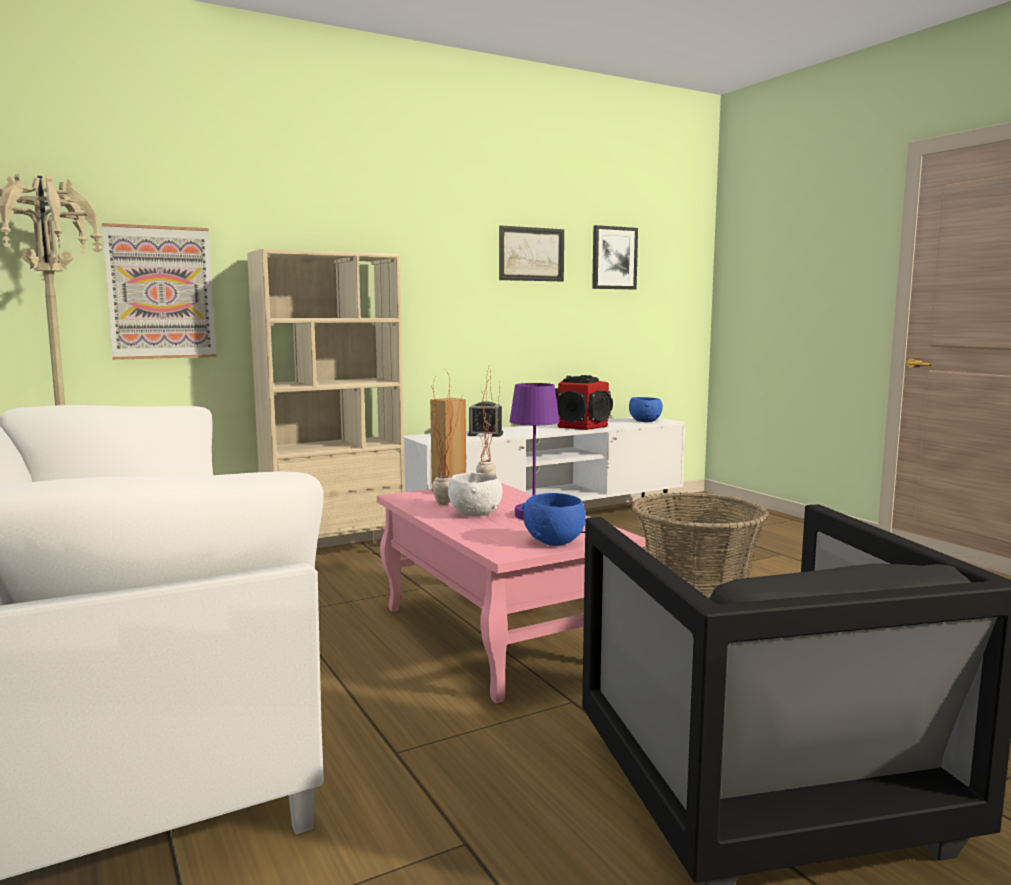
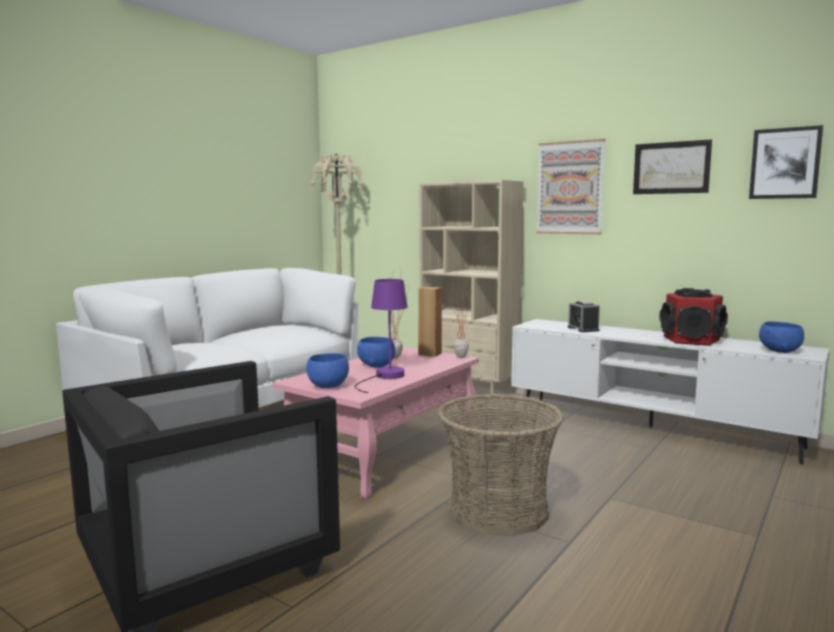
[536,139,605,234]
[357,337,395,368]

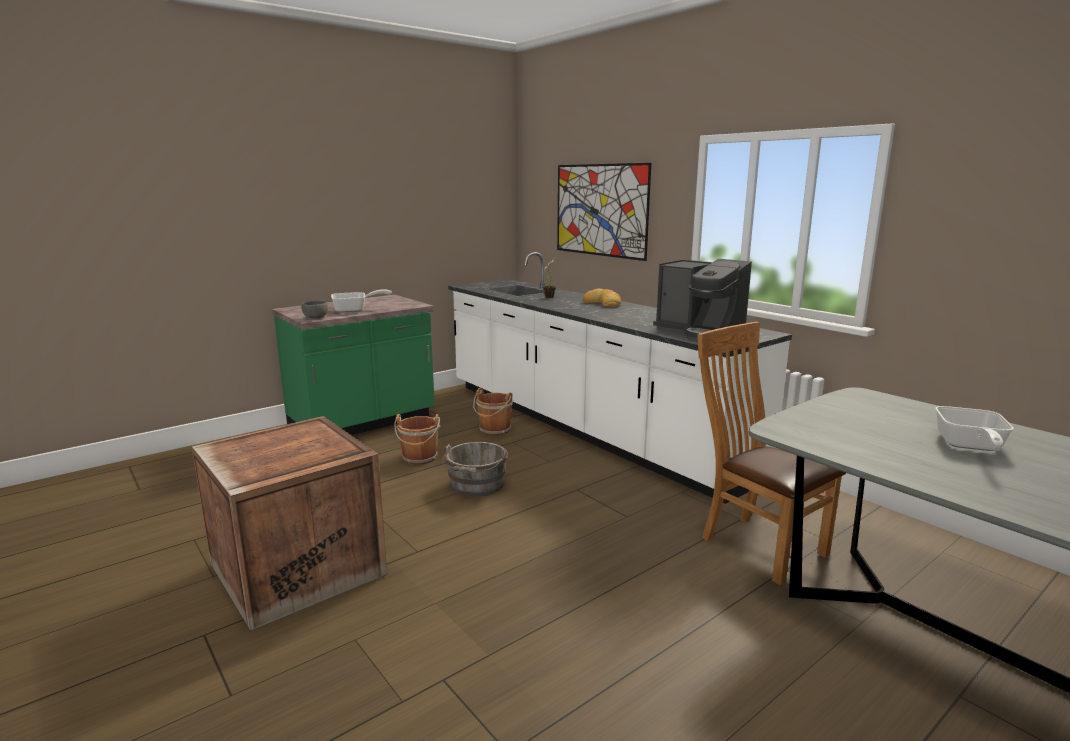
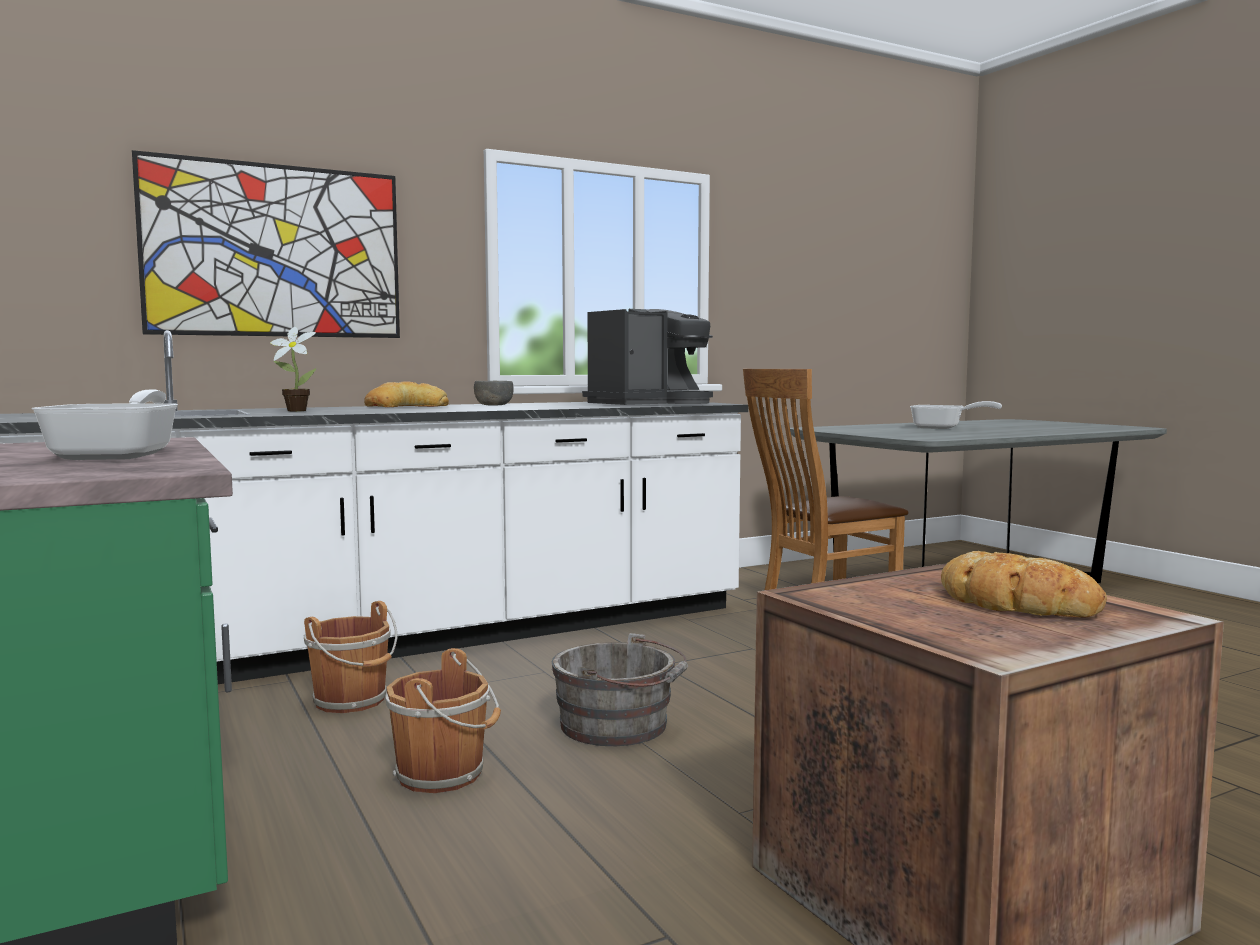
[474,381,514,406]
[941,551,1107,618]

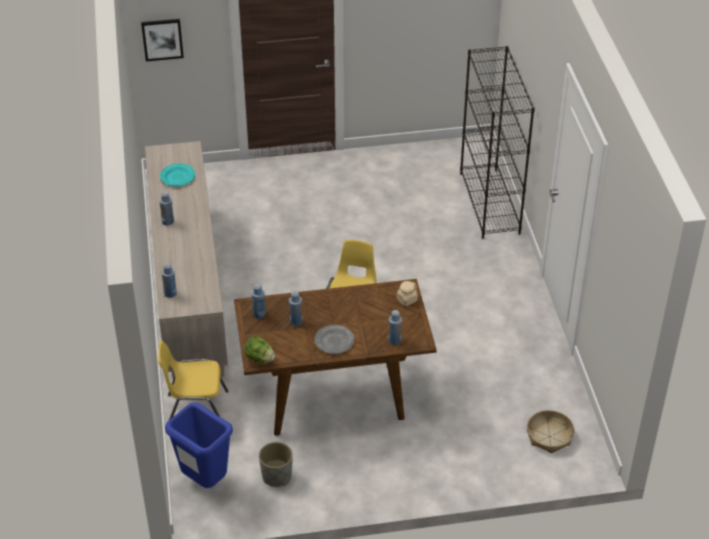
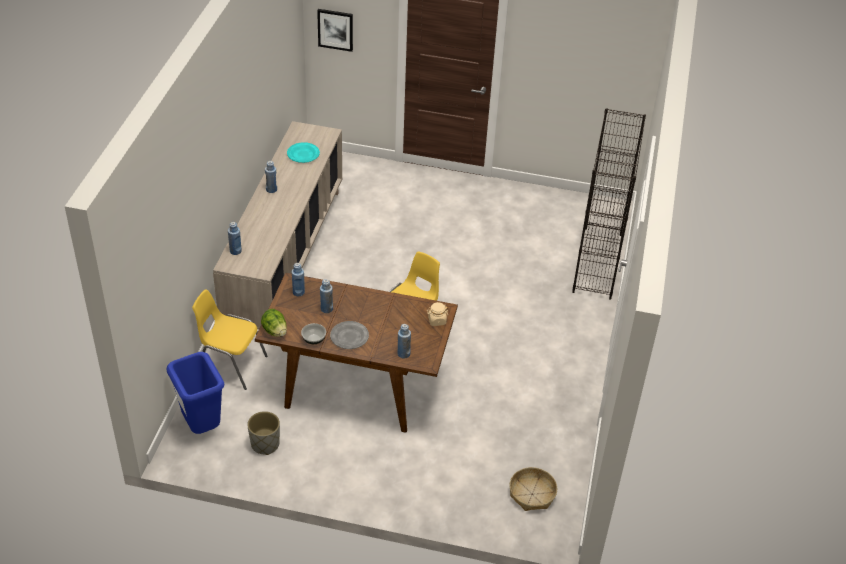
[301,323,326,344]

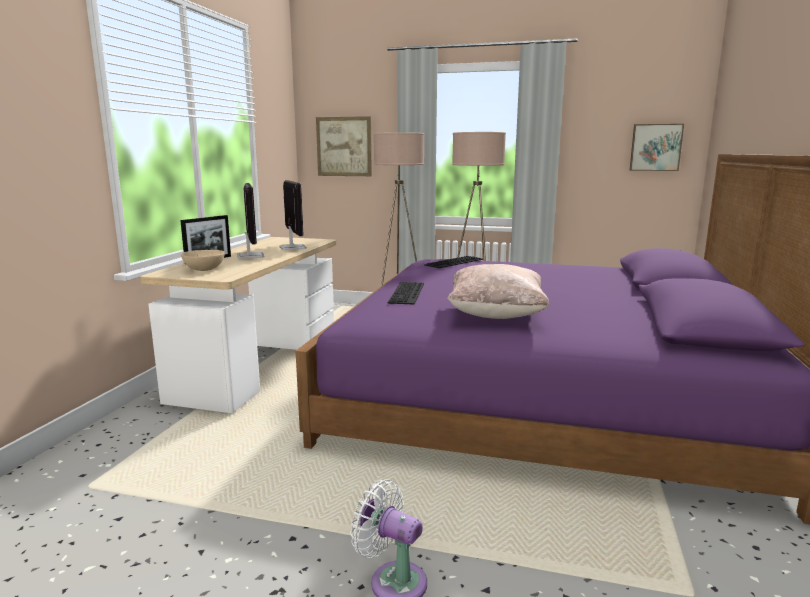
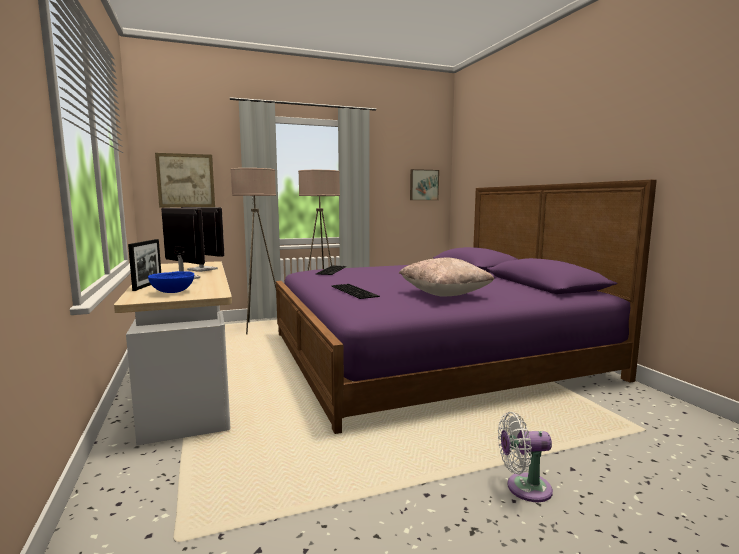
[148,271,194,293]

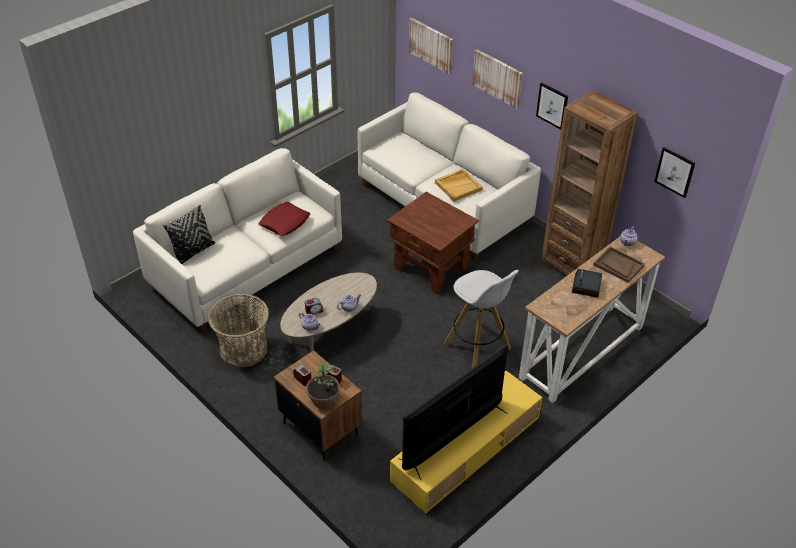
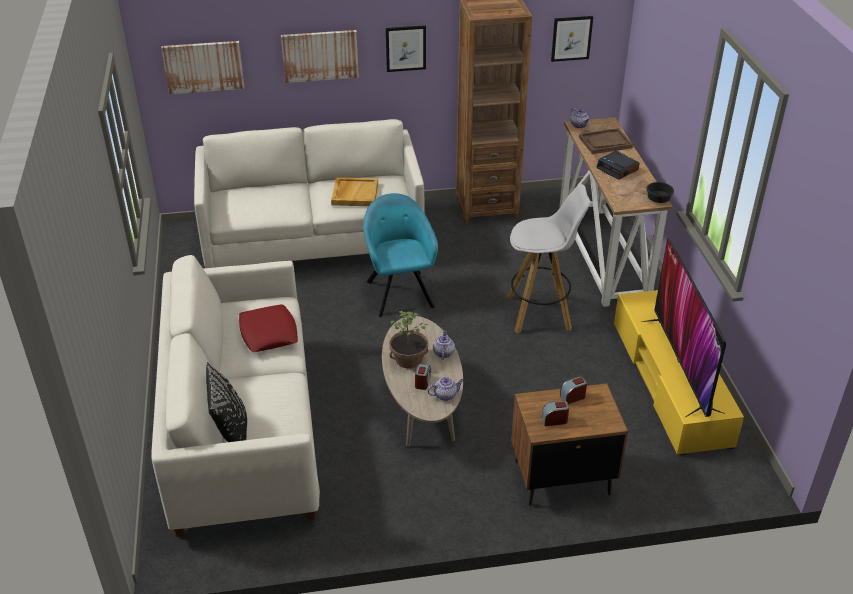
[208,294,269,367] (first image)
[390,311,429,368]
[363,193,438,317]
[646,182,674,203]

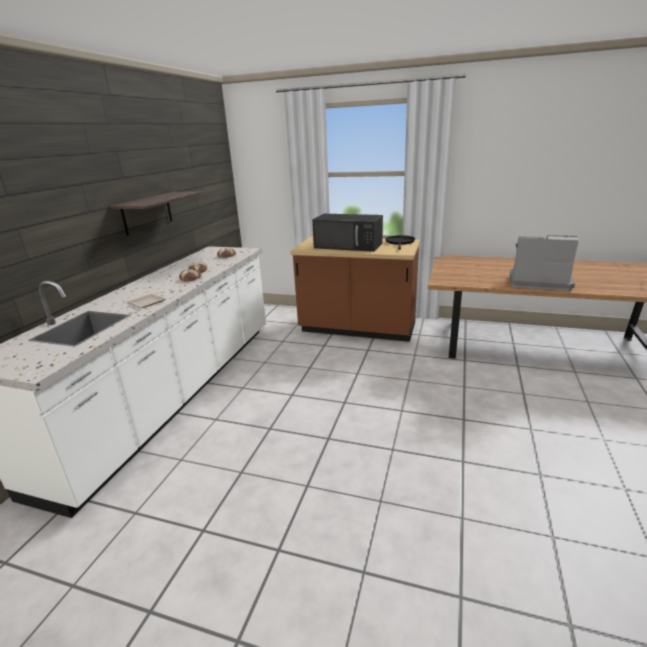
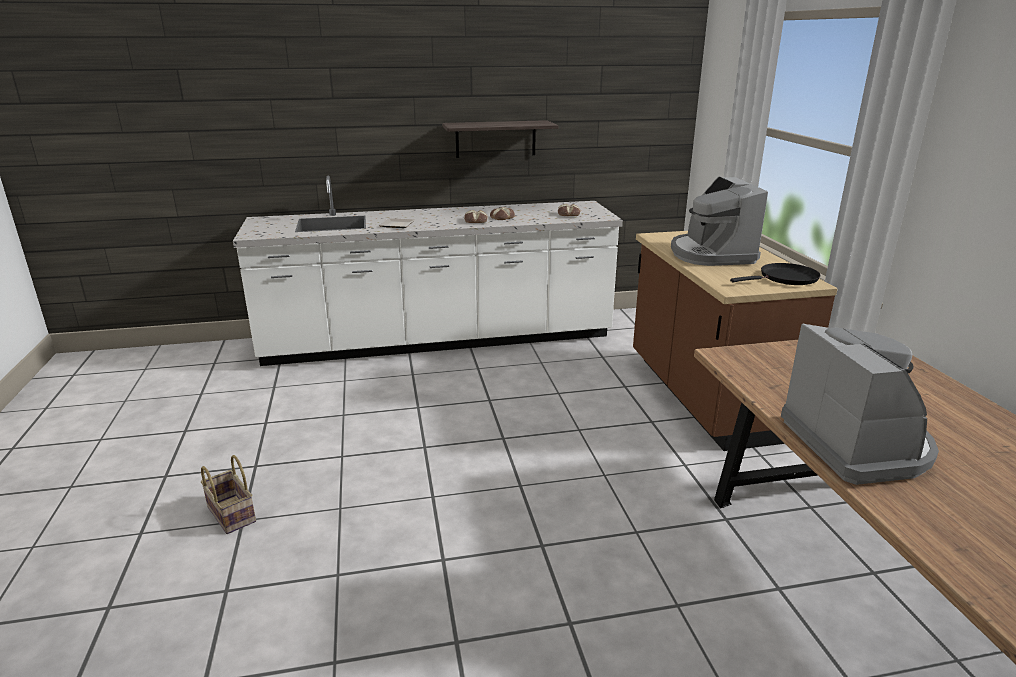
[671,176,768,266]
[201,455,256,534]

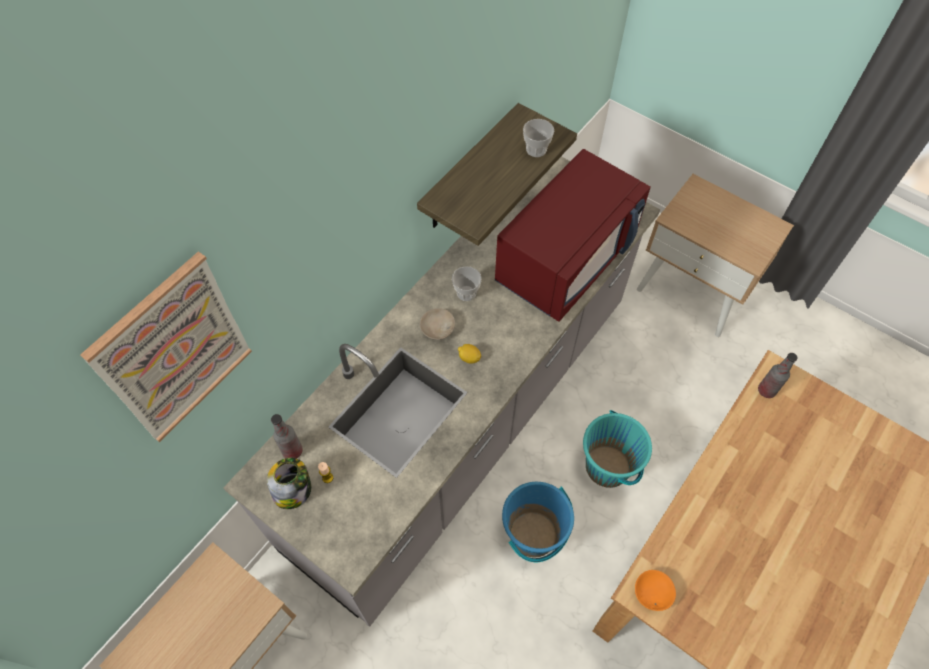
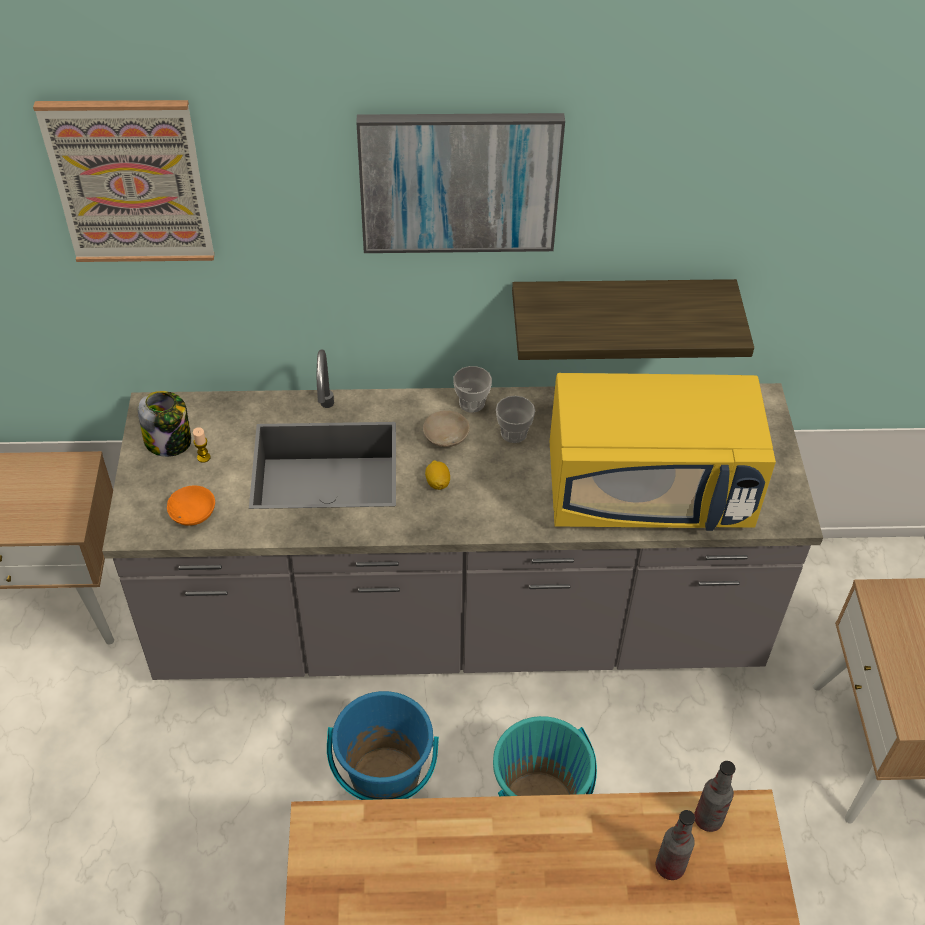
[656,810,695,880]
[550,373,776,531]
[453,366,492,413]
[167,486,215,526]
[356,113,565,253]

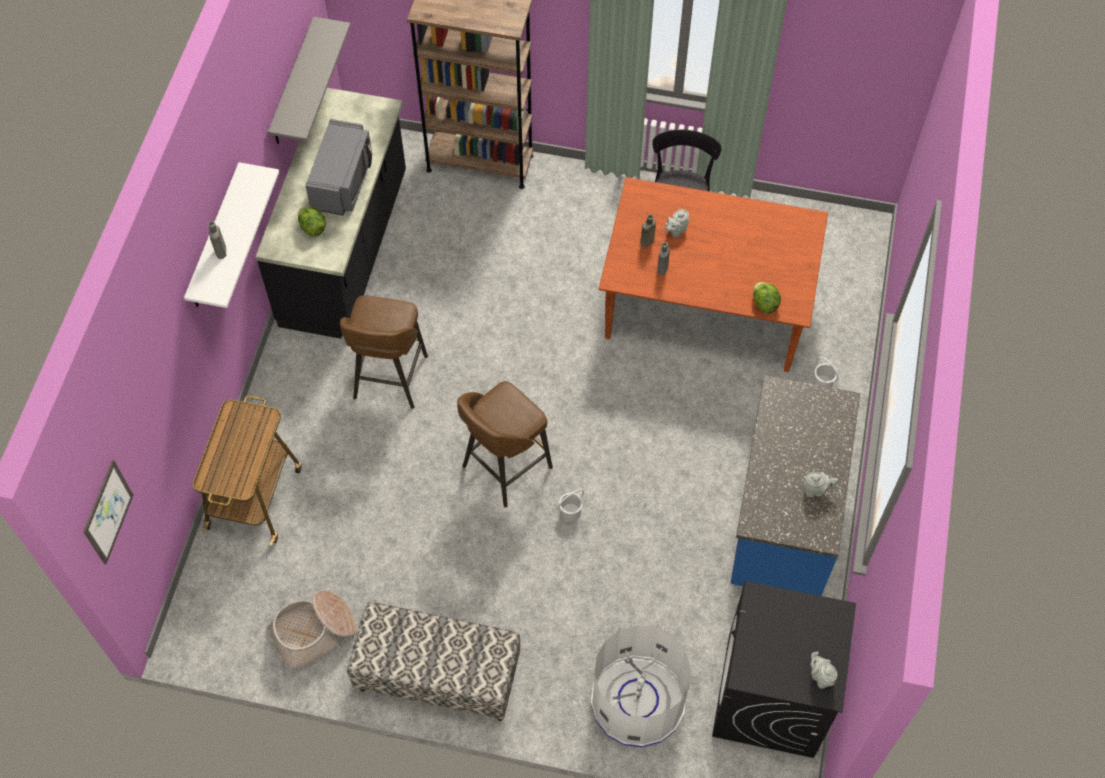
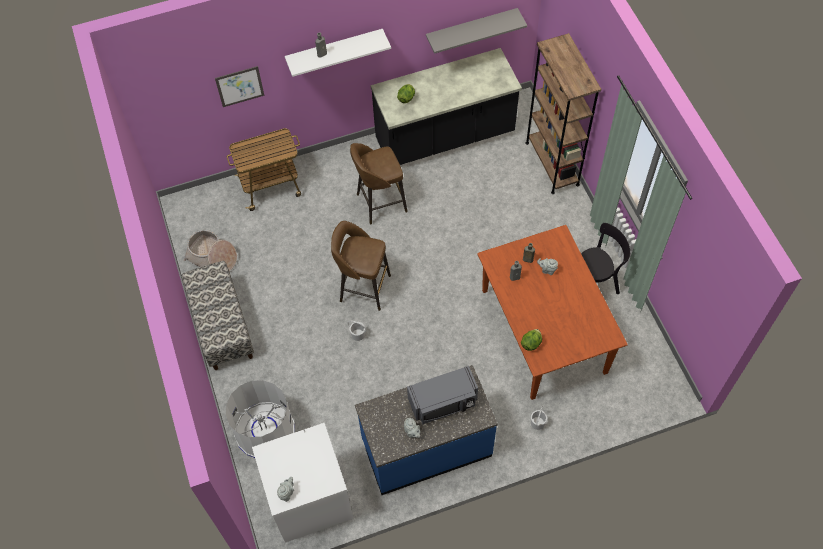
[215,66,264,107]
[407,366,478,424]
[252,423,353,543]

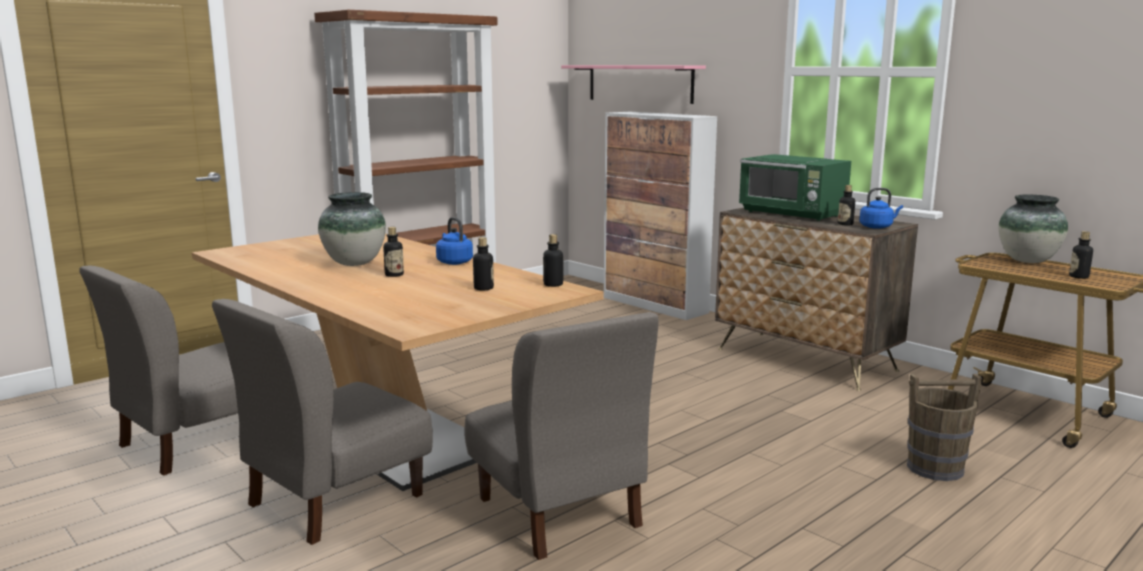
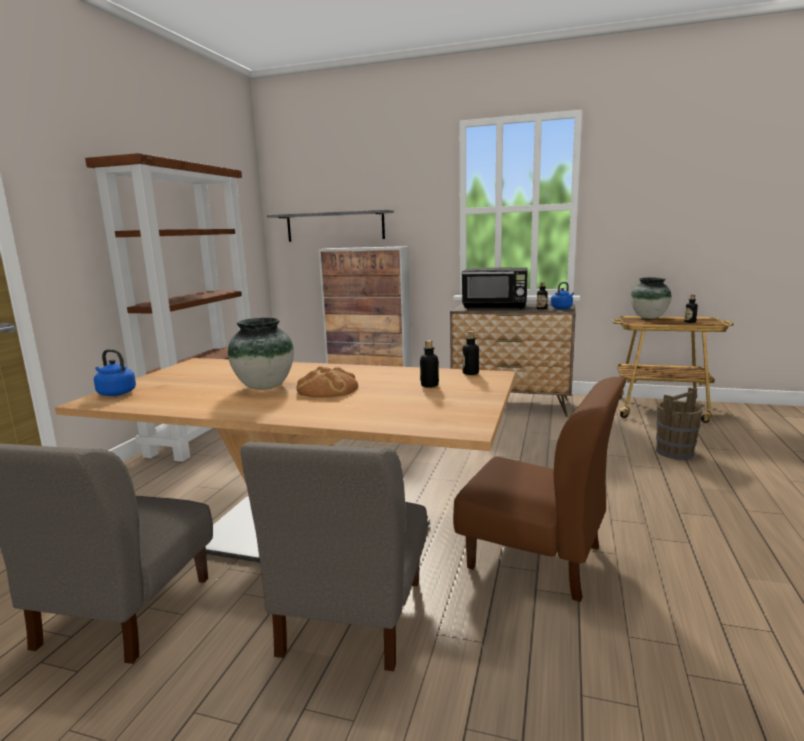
[296,366,358,398]
[94,349,136,396]
[453,377,626,602]
[267,210,394,242]
[462,267,528,309]

